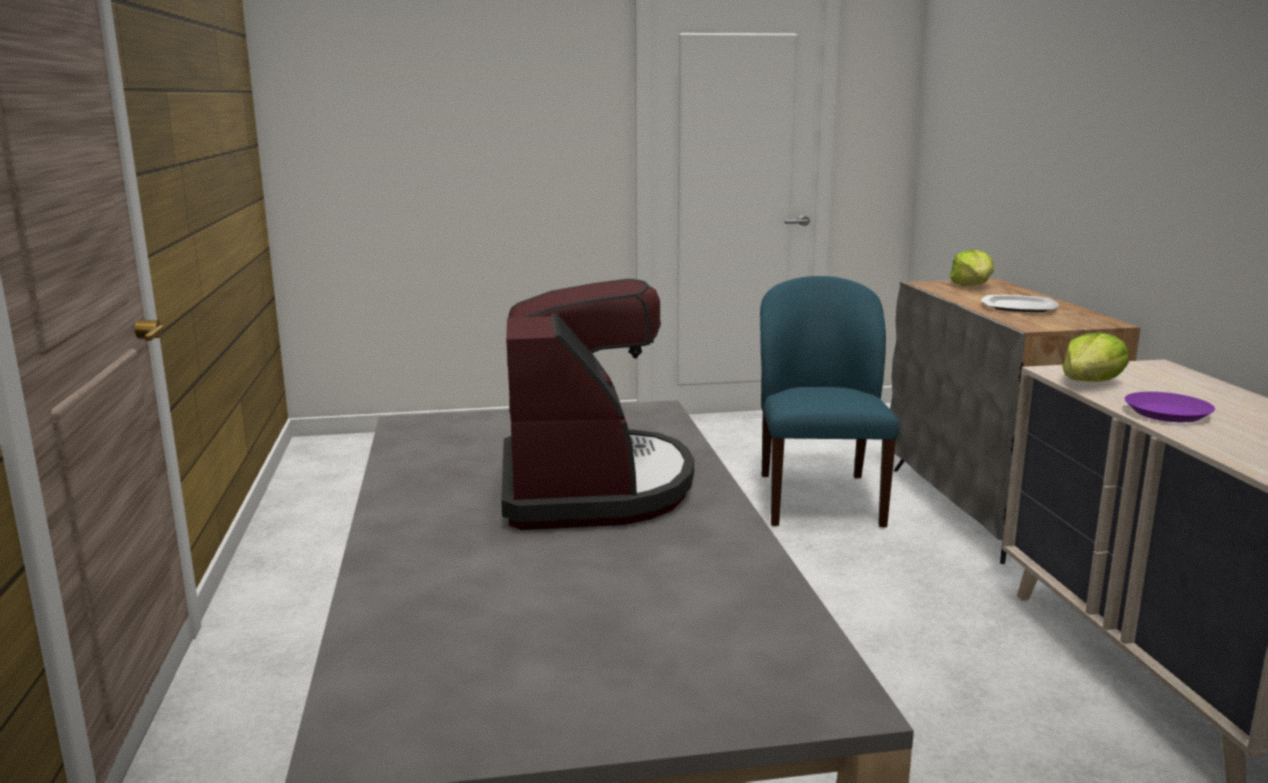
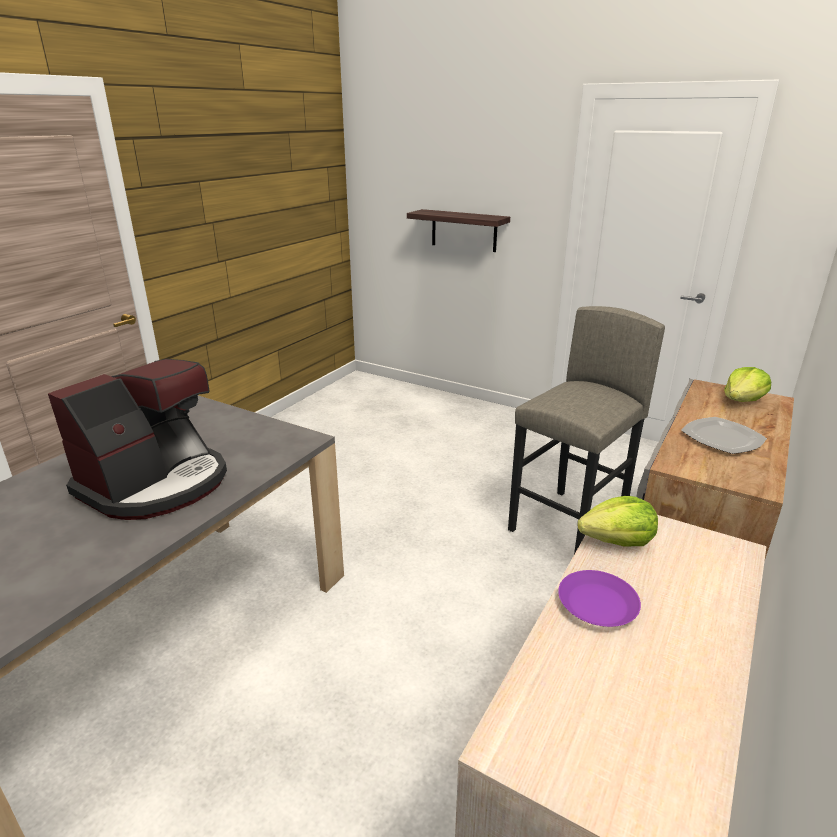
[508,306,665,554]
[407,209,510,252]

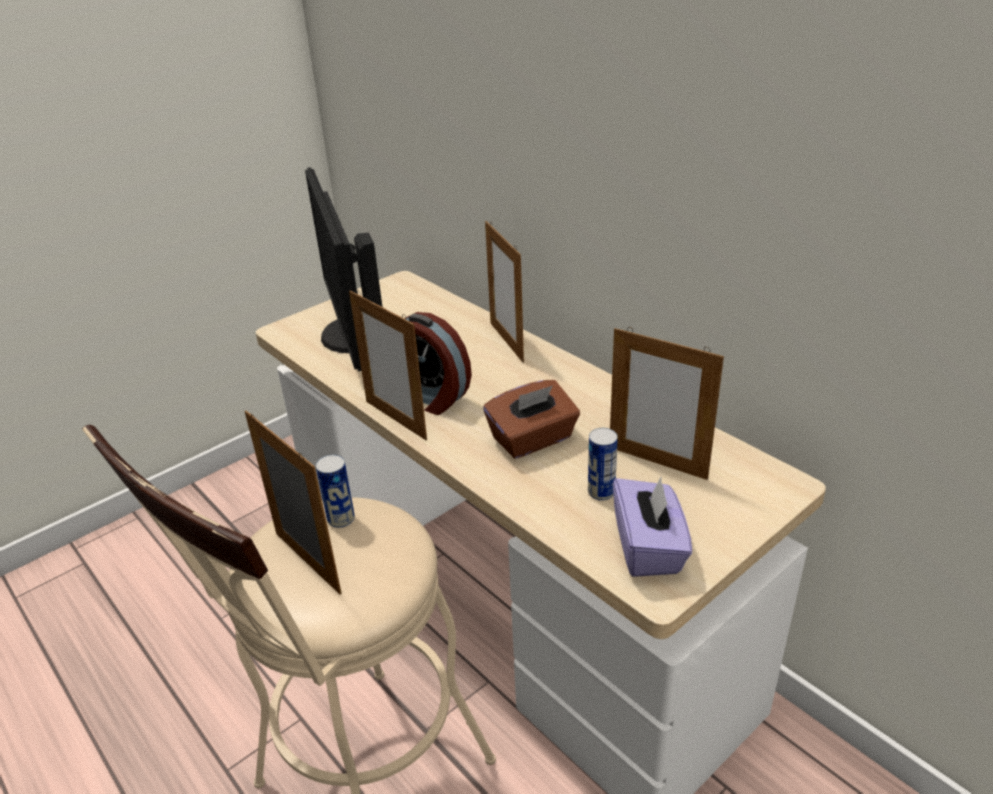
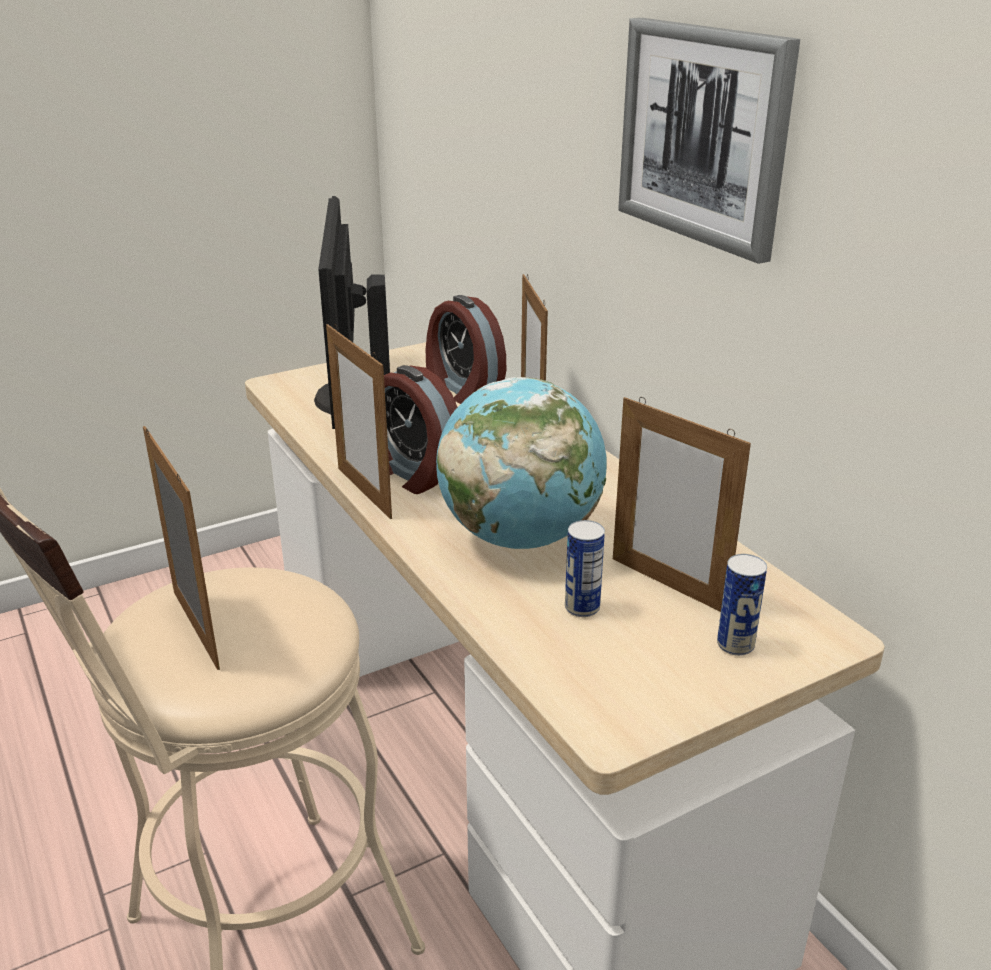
[717,554,767,656]
[436,377,607,549]
[613,475,692,577] (first image)
[426,295,506,404]
[618,18,800,264]

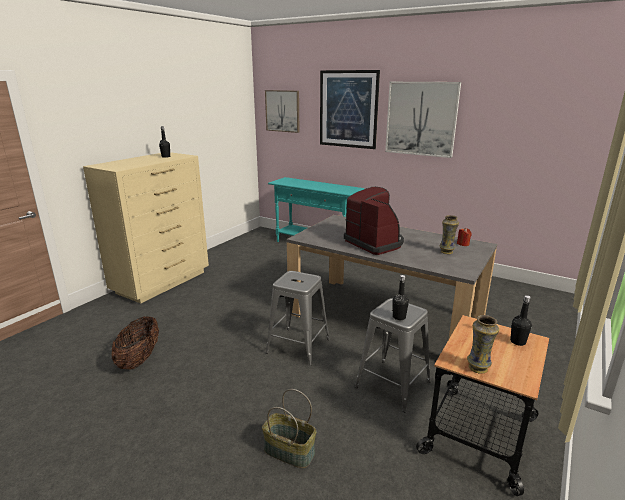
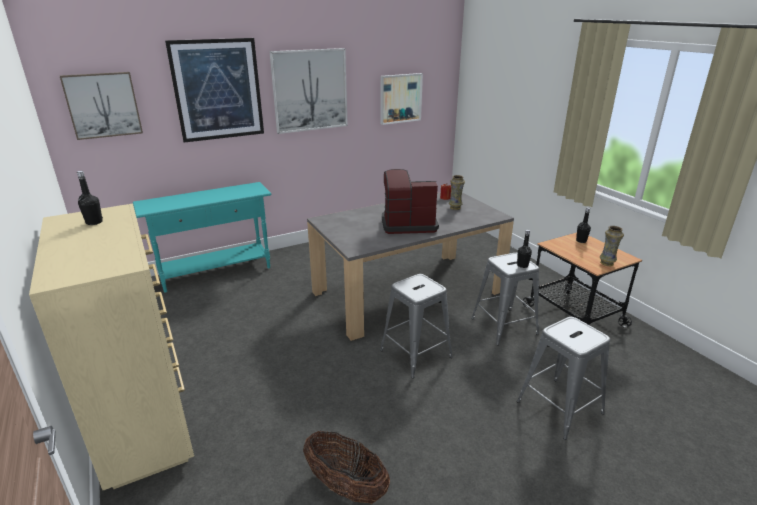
[517,317,610,440]
[381,73,423,125]

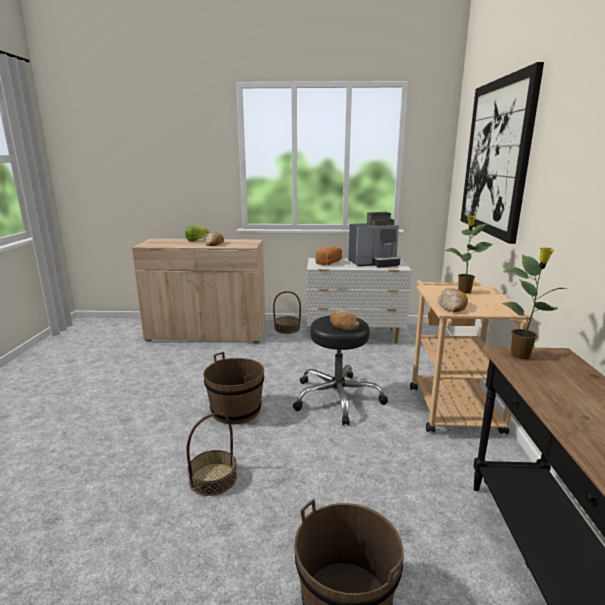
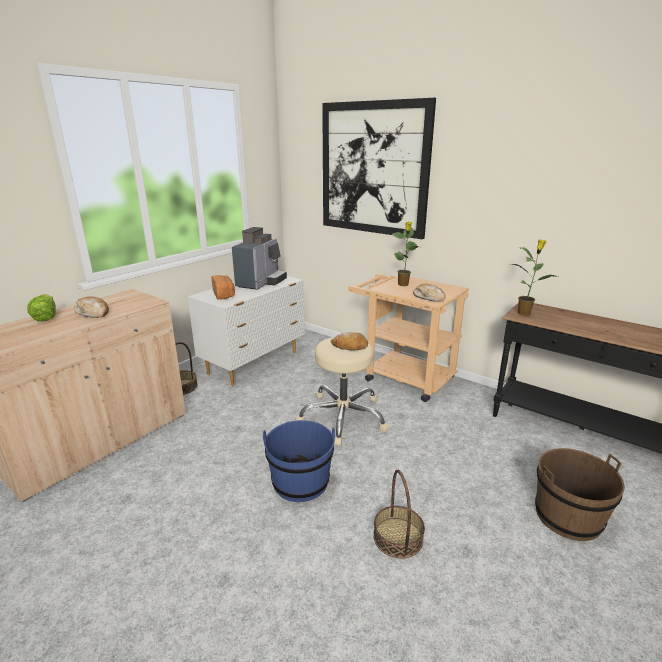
[263,420,335,502]
[295,337,389,446]

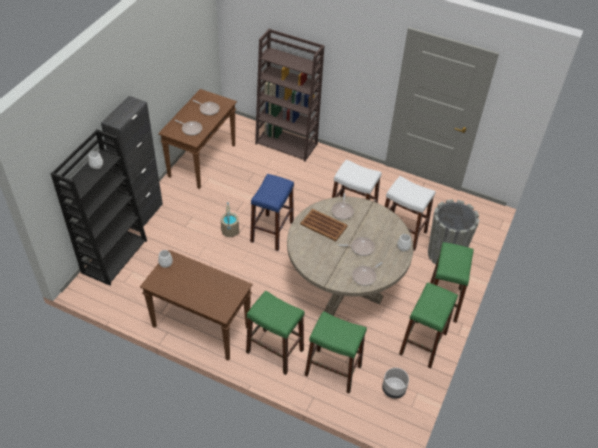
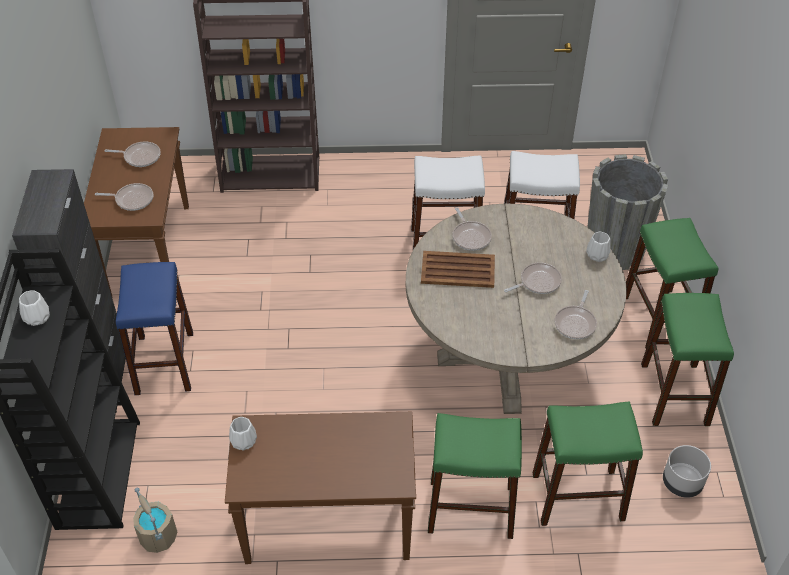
[133,488,177,553]
[116,262,193,395]

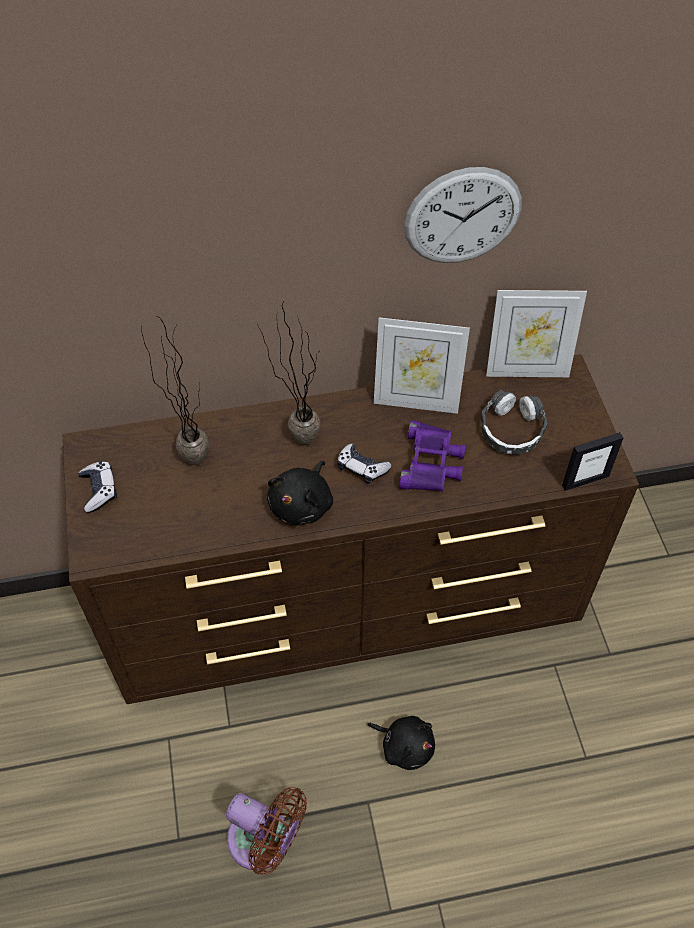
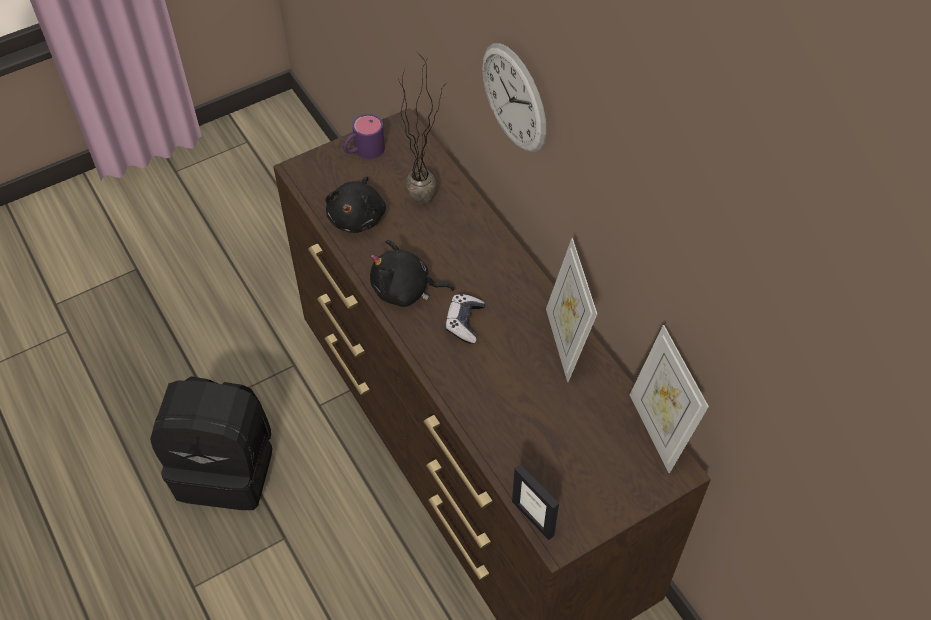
[343,114,385,159]
[150,376,272,510]
[256,302,321,445] (first image)
[325,176,386,233]
[399,420,466,491] (first image)
[482,43,546,153]
[480,389,547,455] (first image)

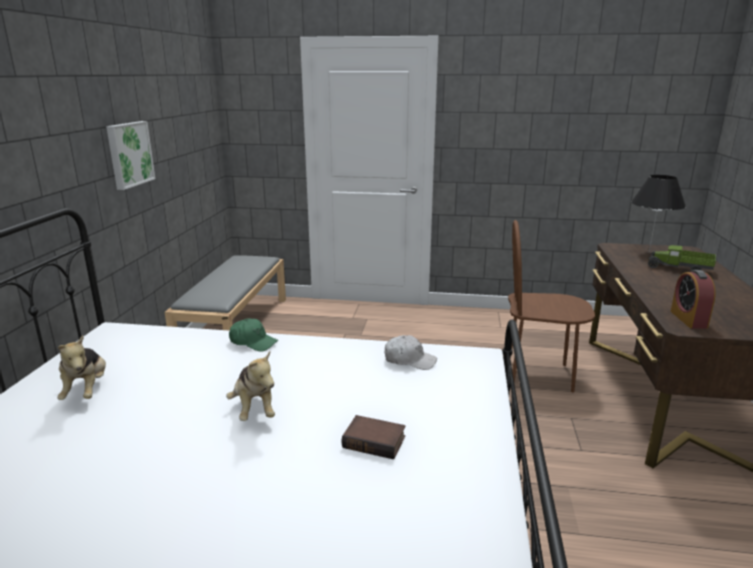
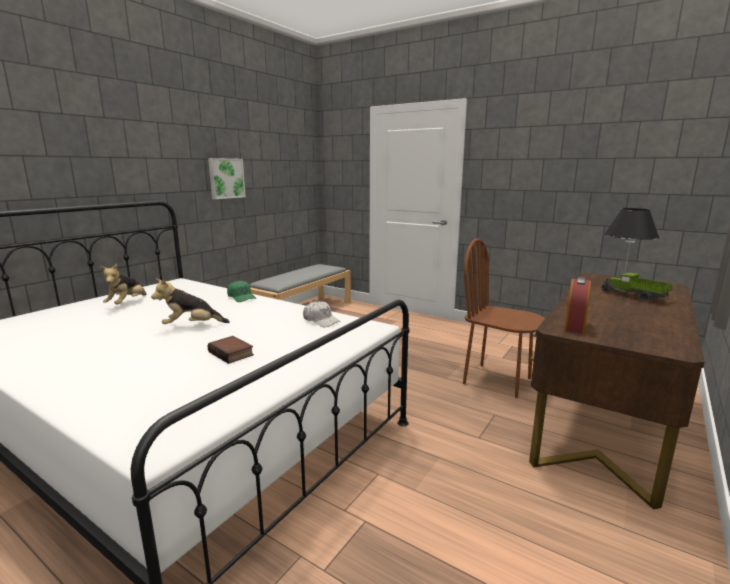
[151,279,230,324]

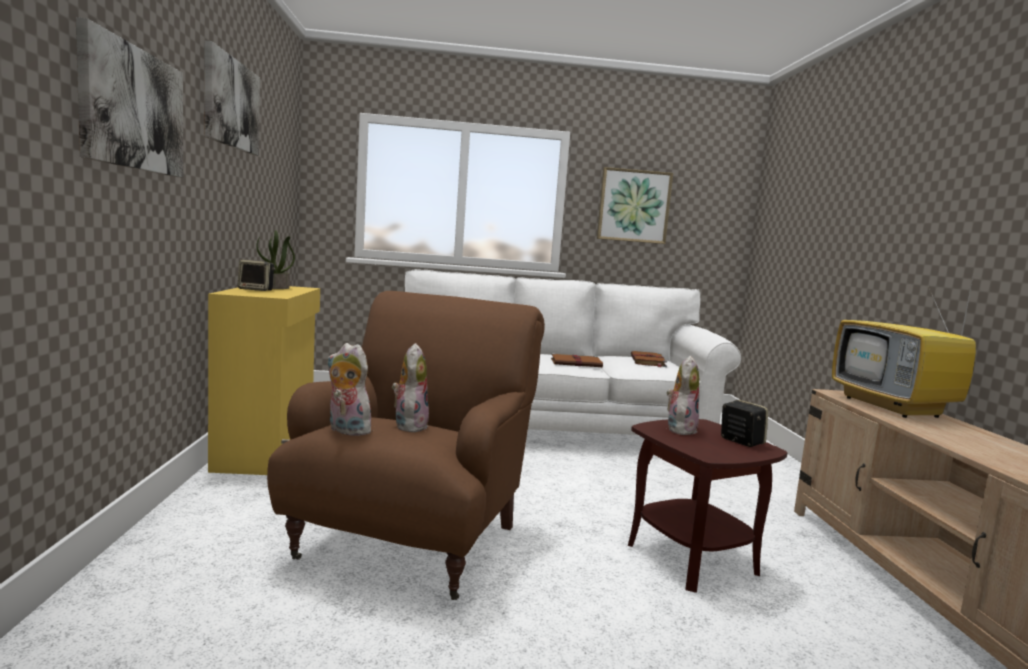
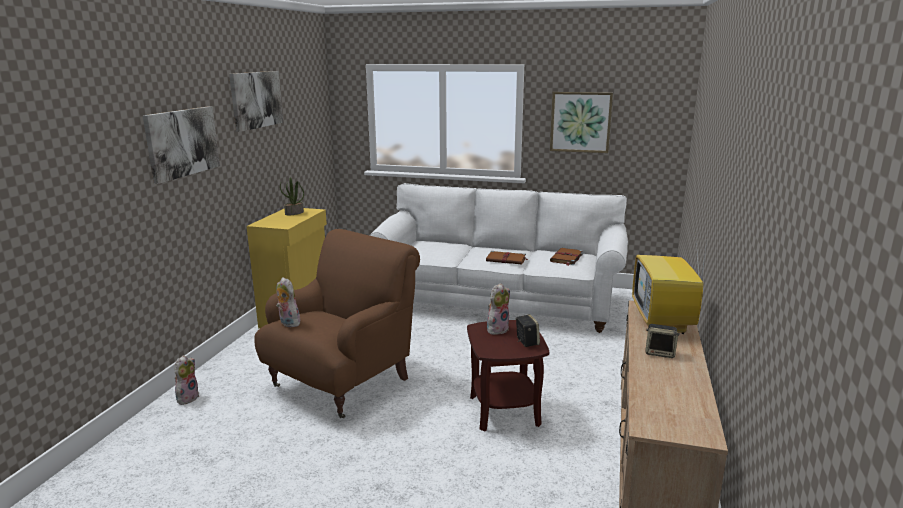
[645,324,680,358]
[174,355,199,405]

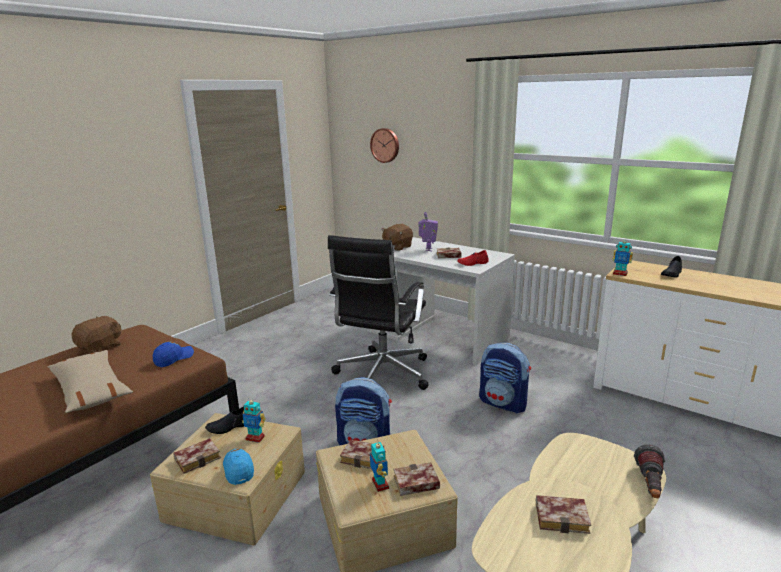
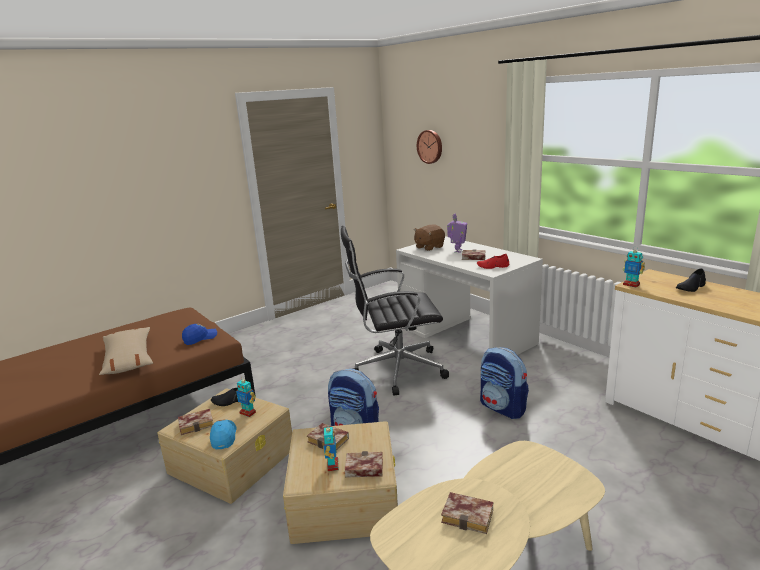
[72,316,121,353] (first image)
[341,226,449,396]
[634,444,665,498] (first image)

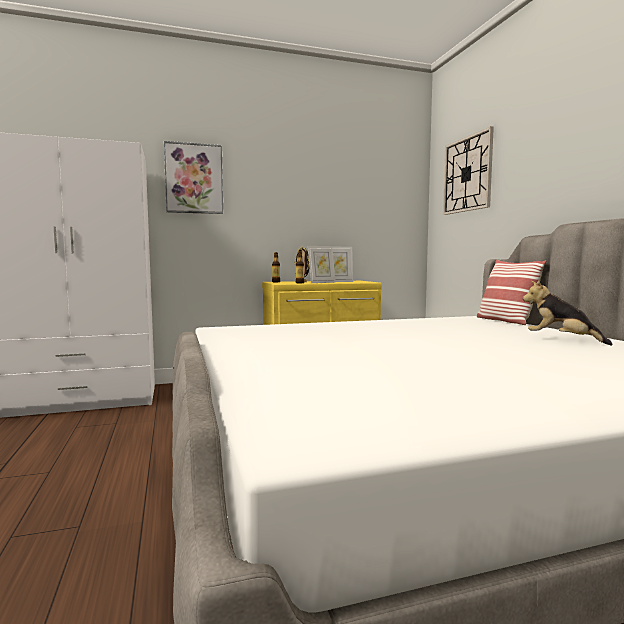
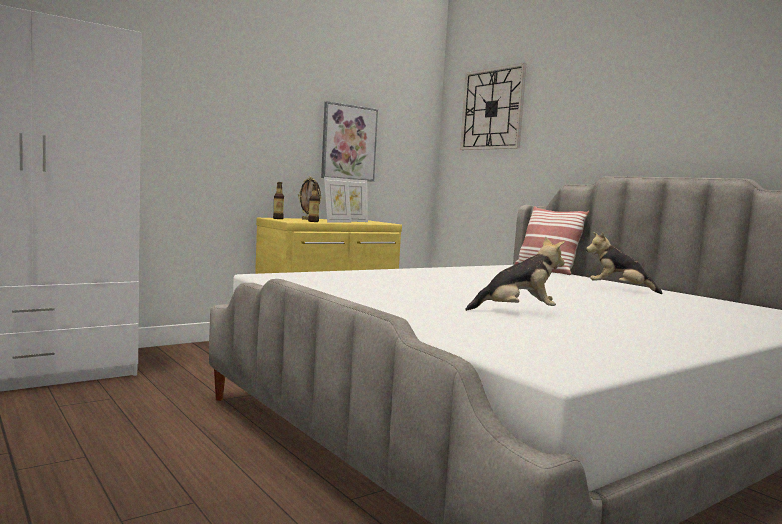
[321,101,378,182]
[465,237,565,311]

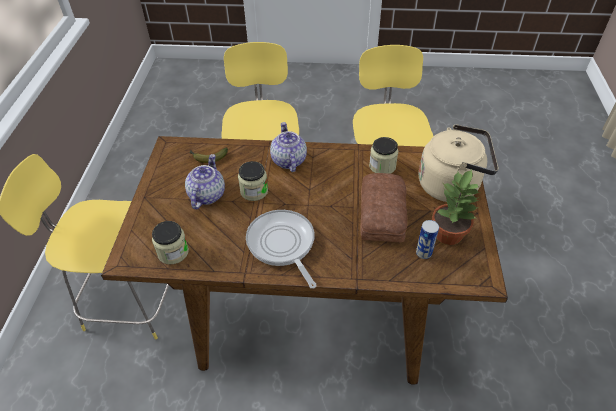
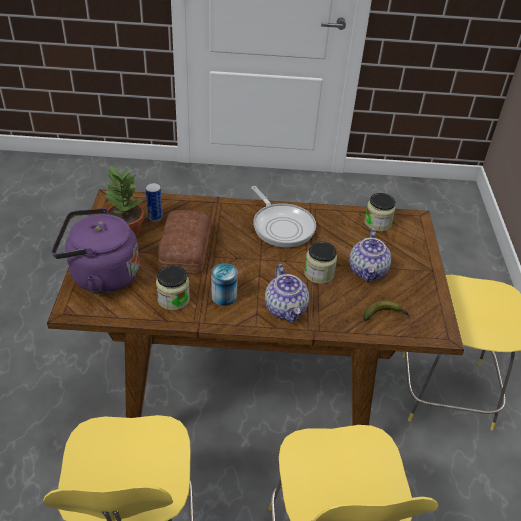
[52,208,140,294]
[211,263,238,306]

